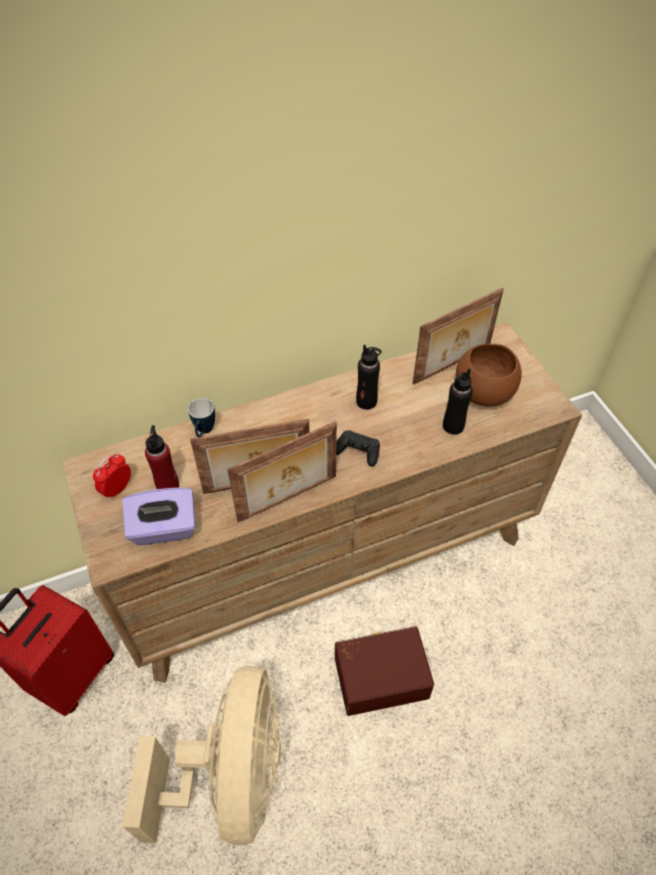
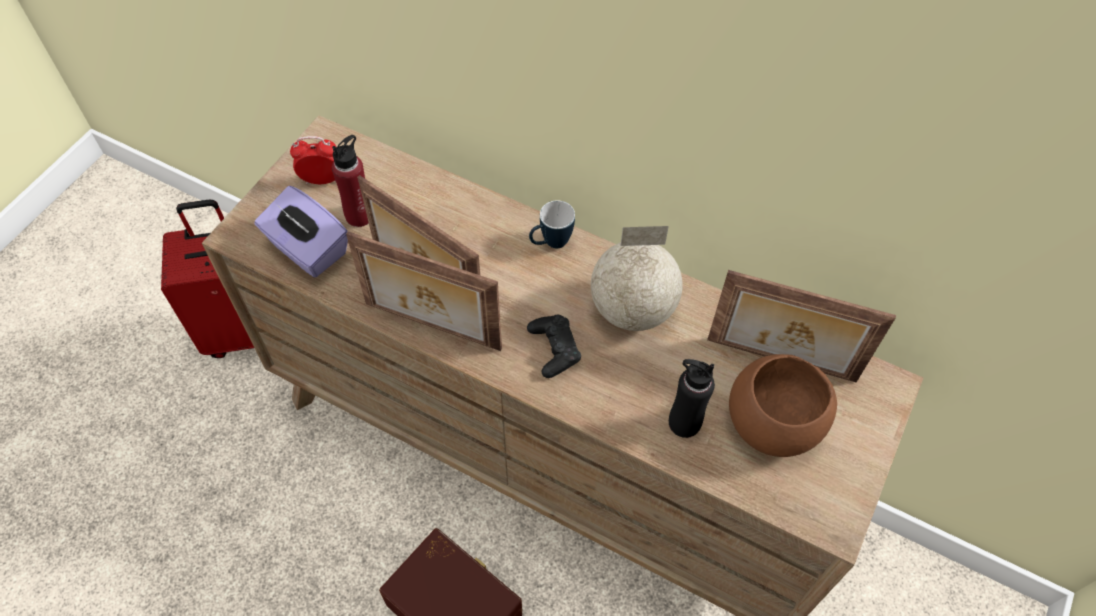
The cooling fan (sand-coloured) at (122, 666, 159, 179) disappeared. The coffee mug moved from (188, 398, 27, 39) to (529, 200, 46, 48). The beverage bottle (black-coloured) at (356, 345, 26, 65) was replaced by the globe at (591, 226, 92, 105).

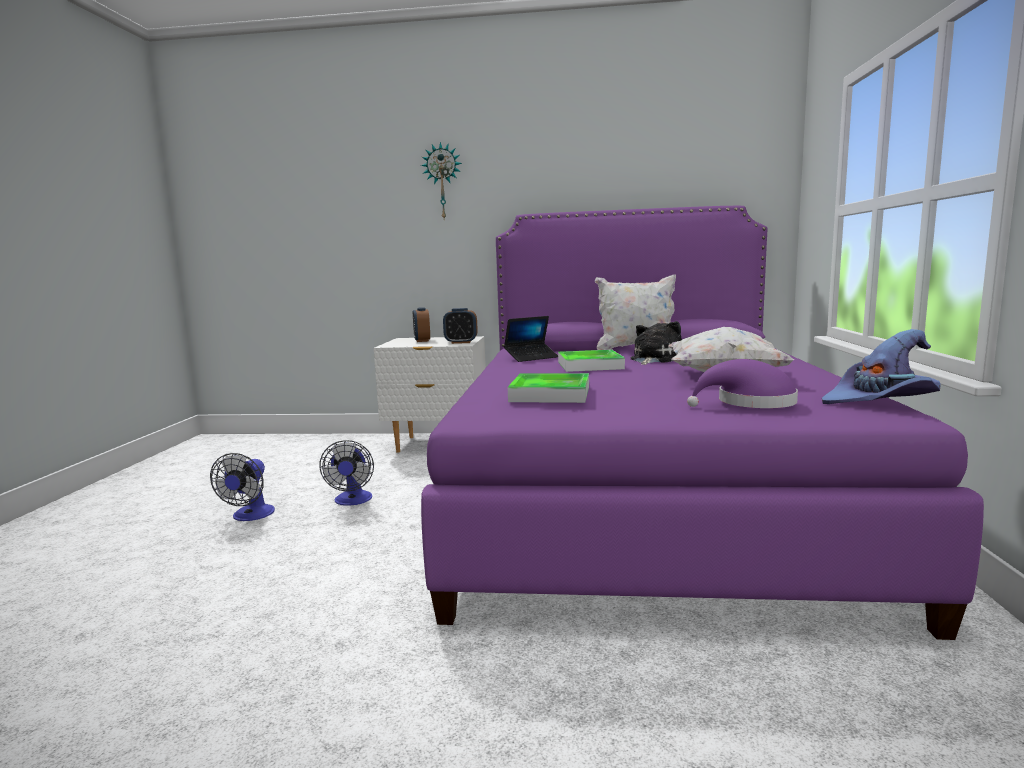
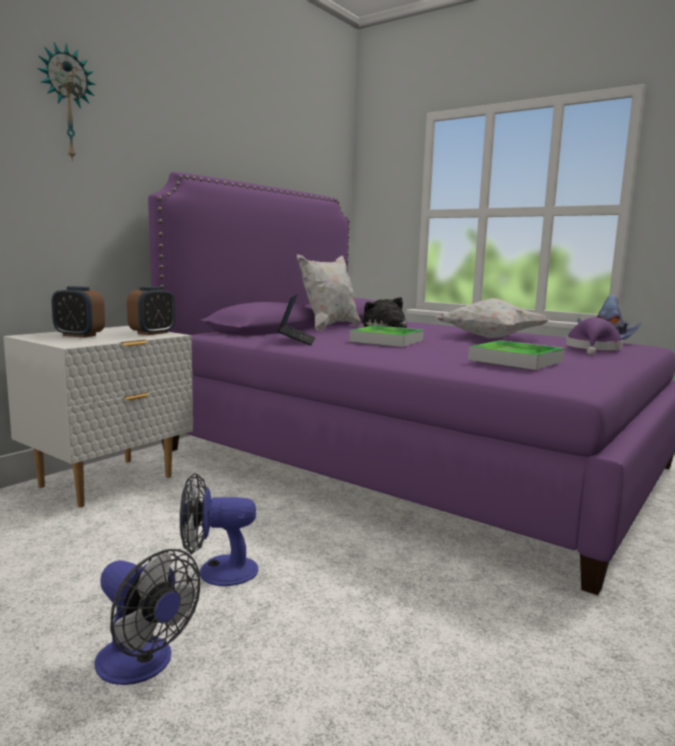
The cooling fan at (320, 440, 54, 66) turned 150 degrees clockwise.

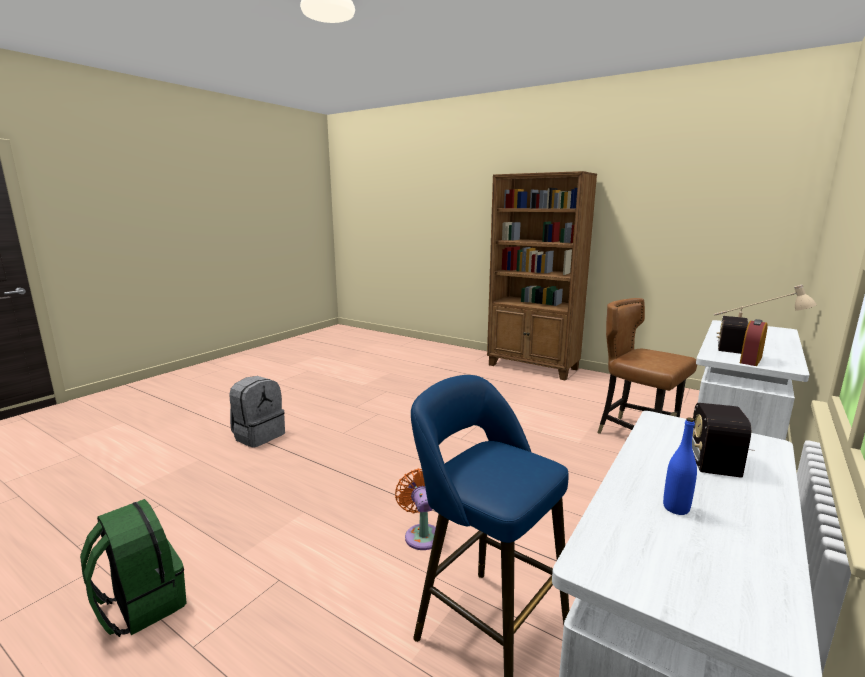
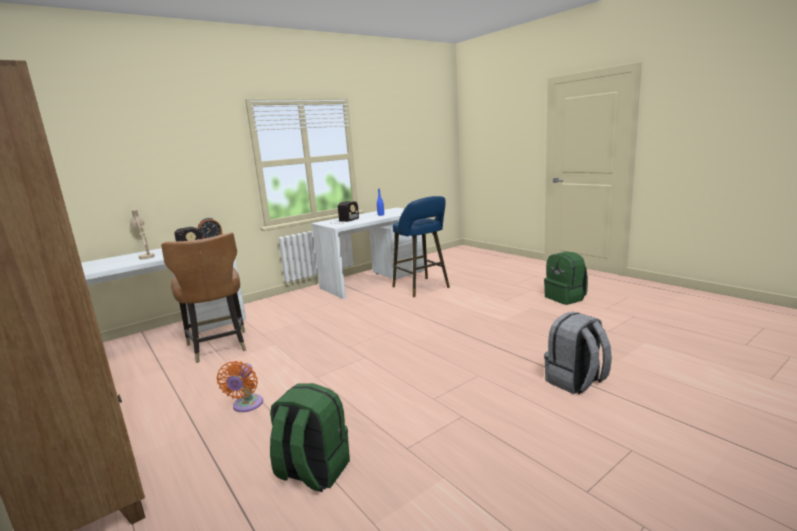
The cooling fan (orange) moved from (395, 468, 41, 82) to (217, 361, 46, 51). The rucksack (green) at (270, 383, 80, 109) appeared.

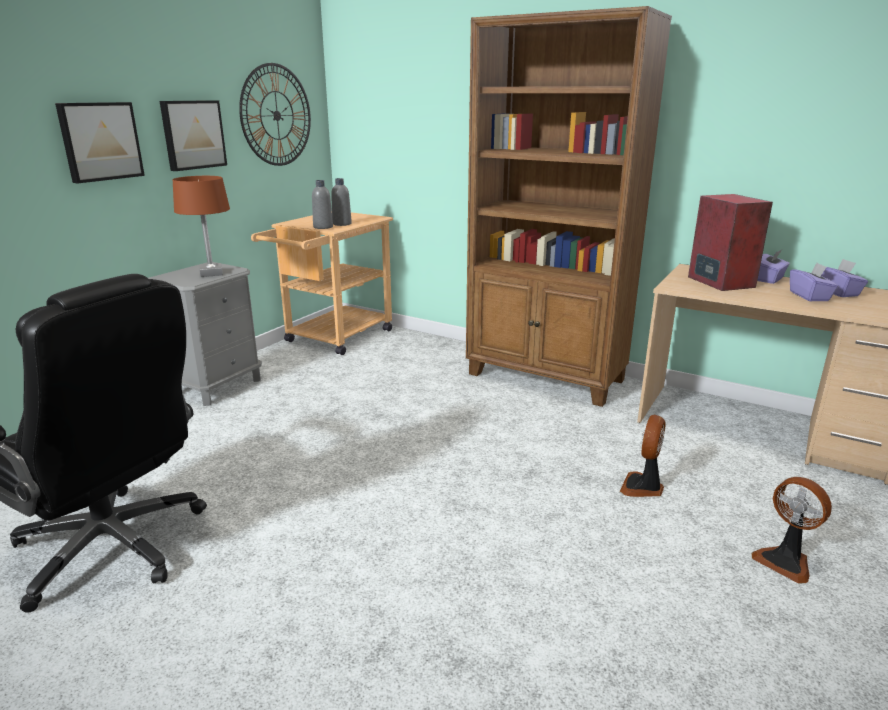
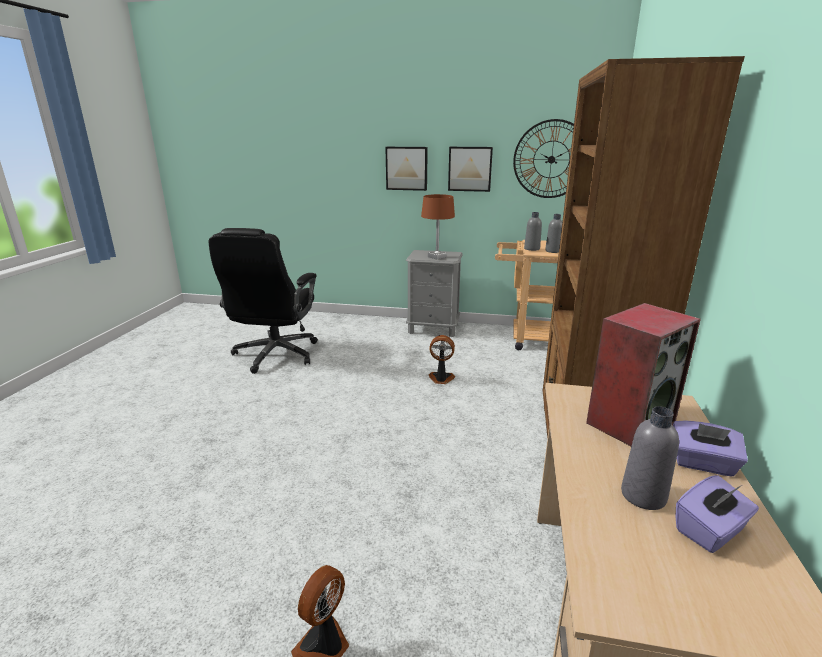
The cooling fan moved from (620, 415, 46, 82) to (429, 335, 26, 49). The tissue box (purplish) at (790, 263, 48, 38) was replaced by the beverage bottle (greyish) at (621, 406, 58, 104).

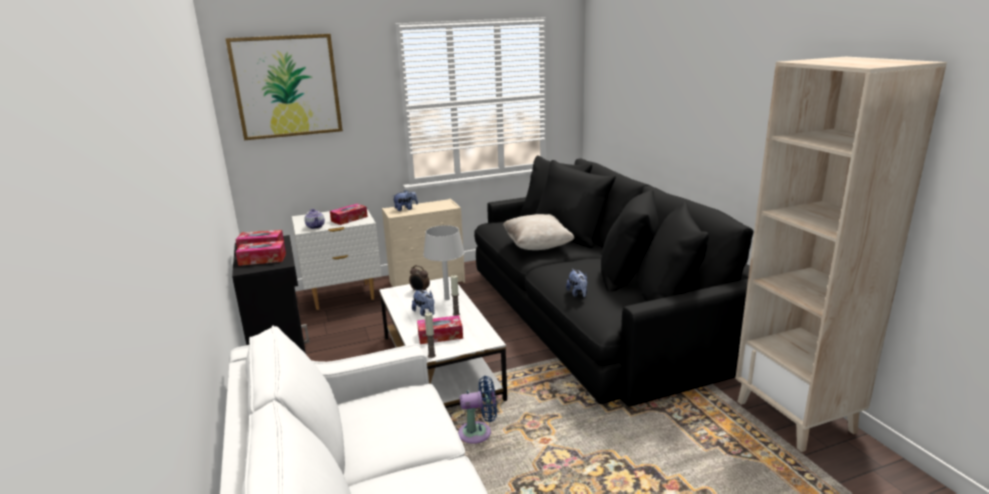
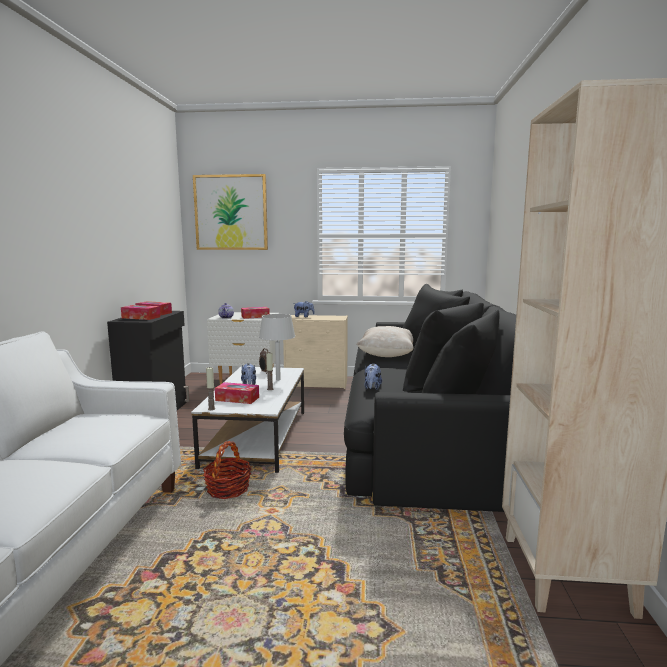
The cooling fan (blue-coloured) at (458, 376, 39, 68) was replaced by the storage basket at (203, 441, 48, 58).

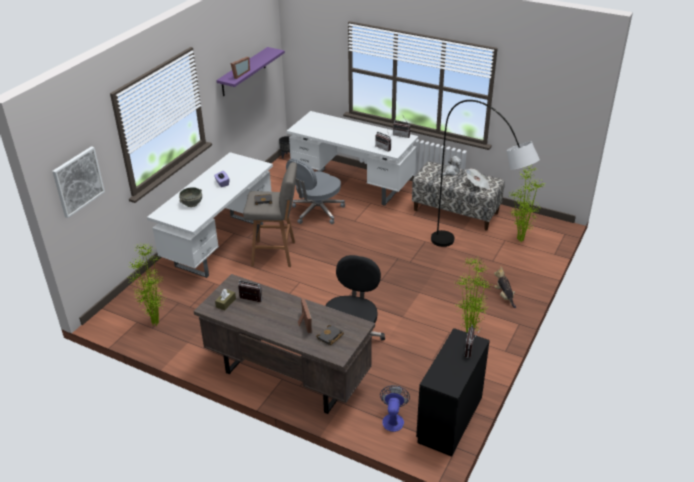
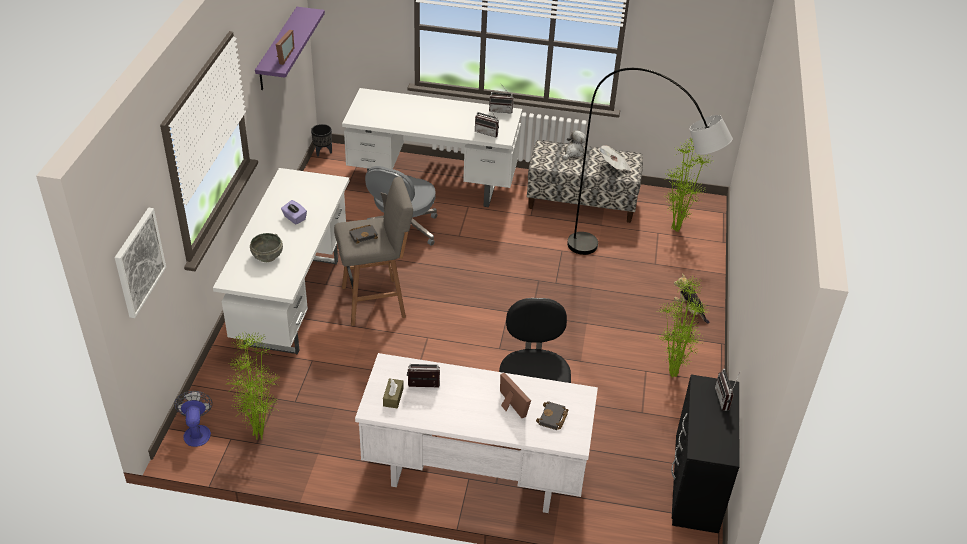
The desk unit (brown-coloured) at (193, 274, 182, 140) became the desk unit (white-coloured) at (355, 353, 243, 160). The cooling fan moved from (380, 385, 30, 47) to (174, 391, 39, 56).

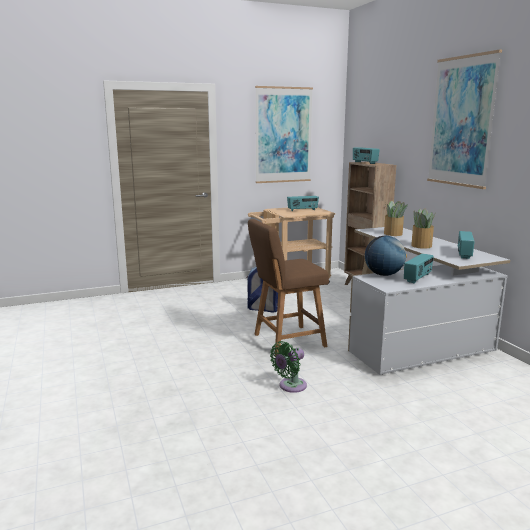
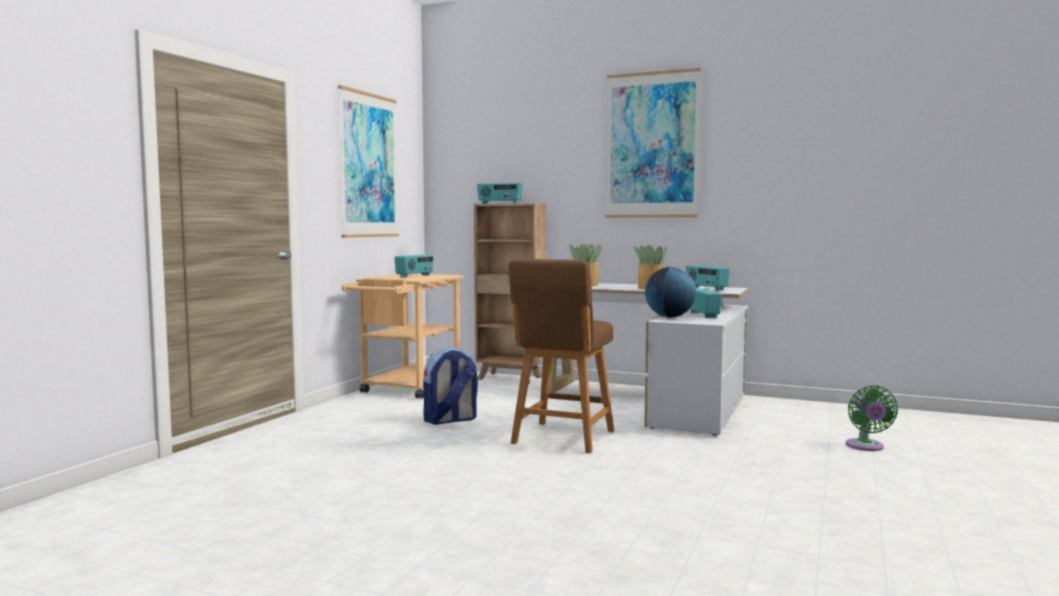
The cooling fan (green) moved from (270, 341, 37, 52) to (846, 385, 52, 66).

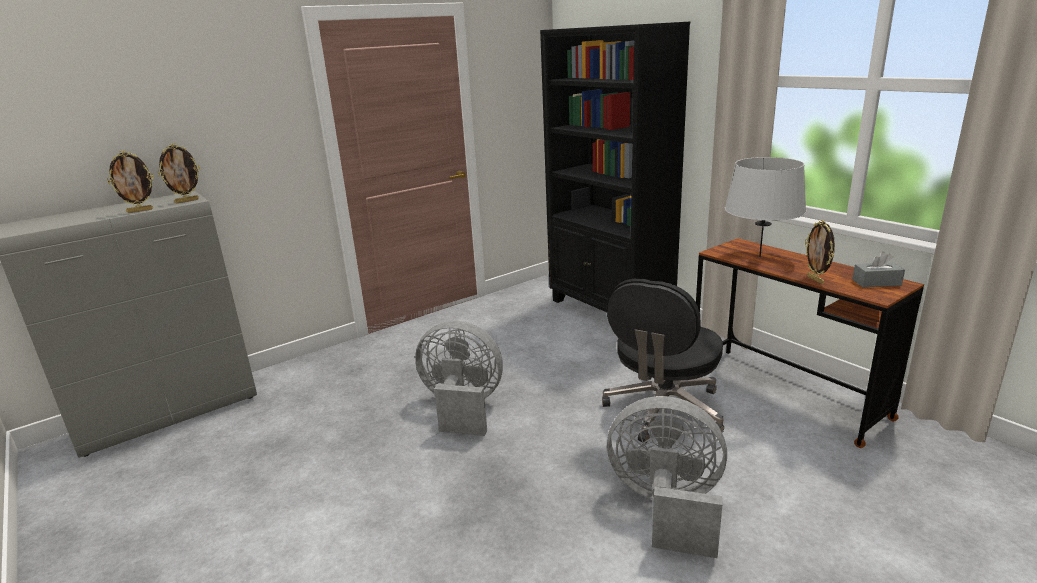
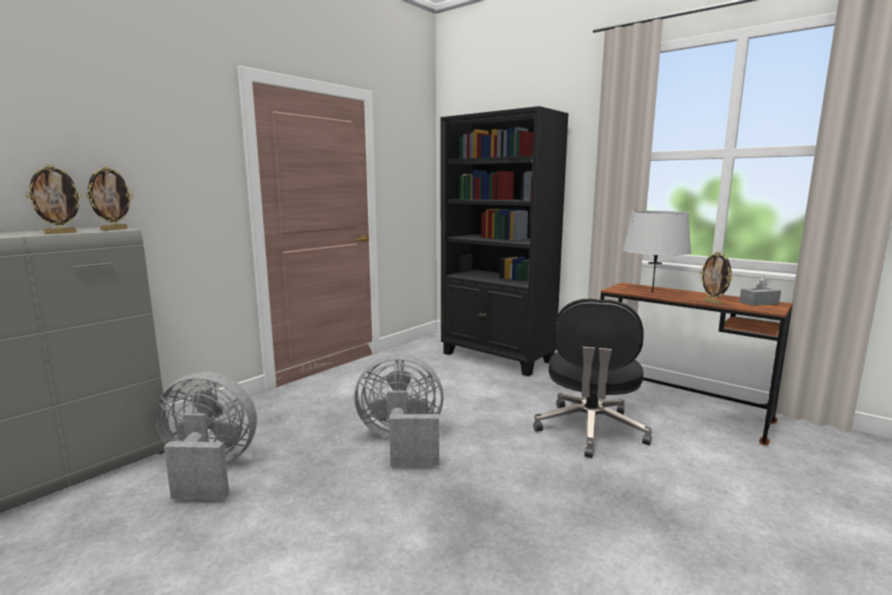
The cooling fan (greyish) moved from (607, 396, 120, 162) to (155, 372, 102, 128).

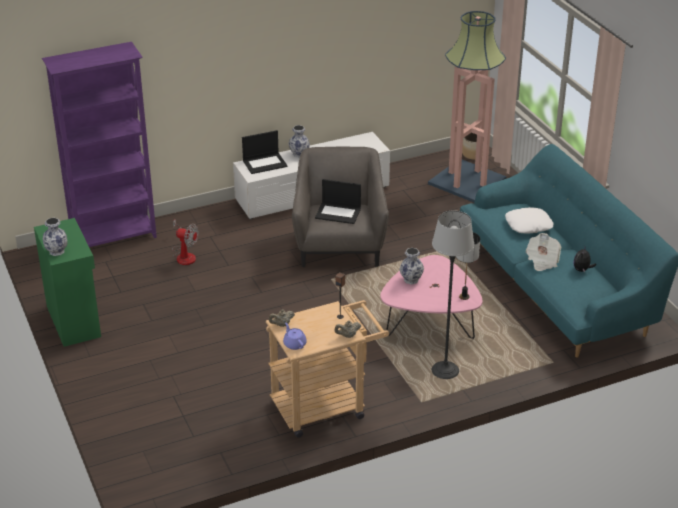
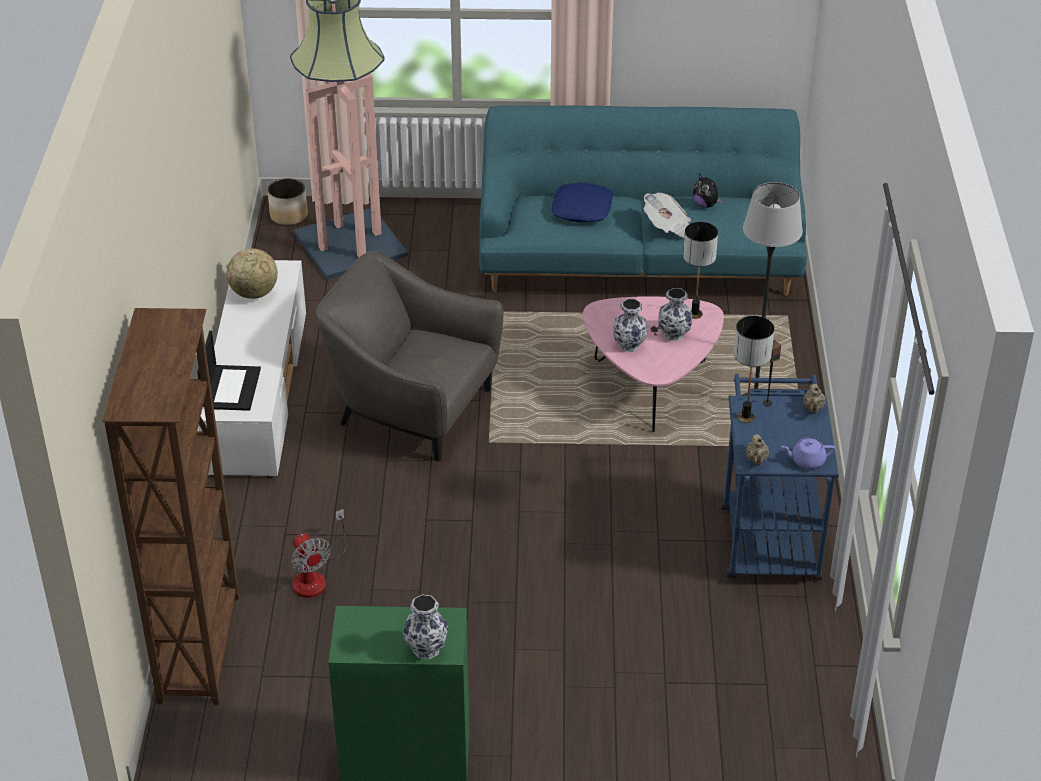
The shelving unit (purplish) at (42, 42, 115, 205) became the shelving unit (brown-coloured) at (102, 308, 138, 397). The cooling fan at (172, 219, 27, 46) turned 105 degrees clockwise. The trolley (sand-coloured) at (266, 300, 123, 138) became the trolley (blue-coloured) at (721, 374, 118, 206). The vase moved from (288, 125, 22, 33) to (658, 288, 34, 53). The laptop at (315, 179, 46, 45) disappeared. The cushion (white-coloured) at (505, 207, 48, 27) became the cushion (blue-coloured) at (552, 183, 61, 40). The globe at (227, 248, 51, 51) appeared. The tabletop lamp at (734, 316, 40, 107) appeared.

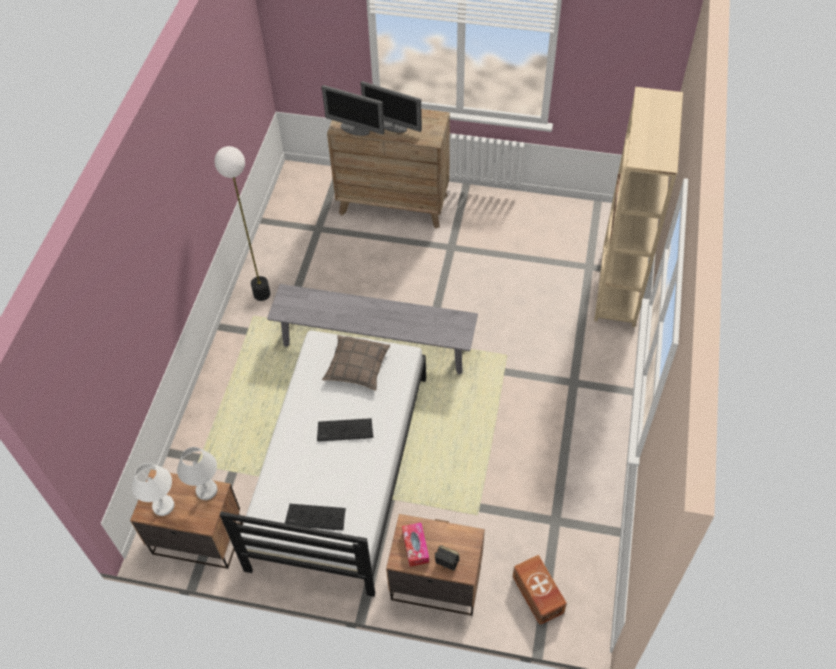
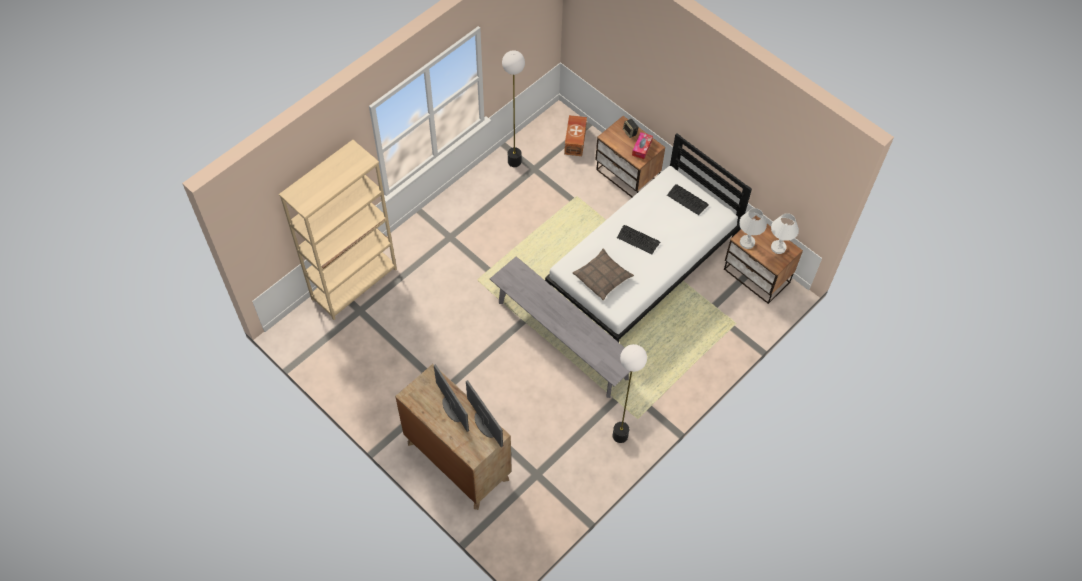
The standing lamp at (502, 50, 23, 117) appeared.

